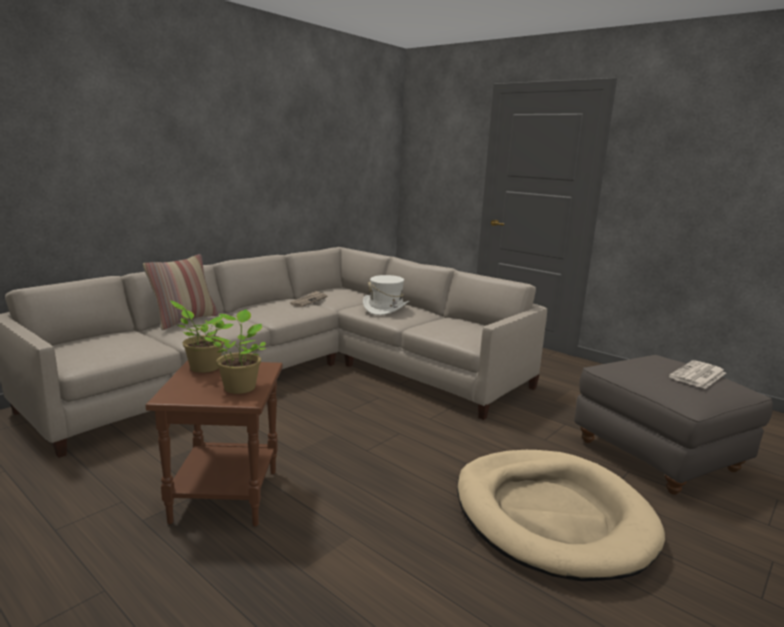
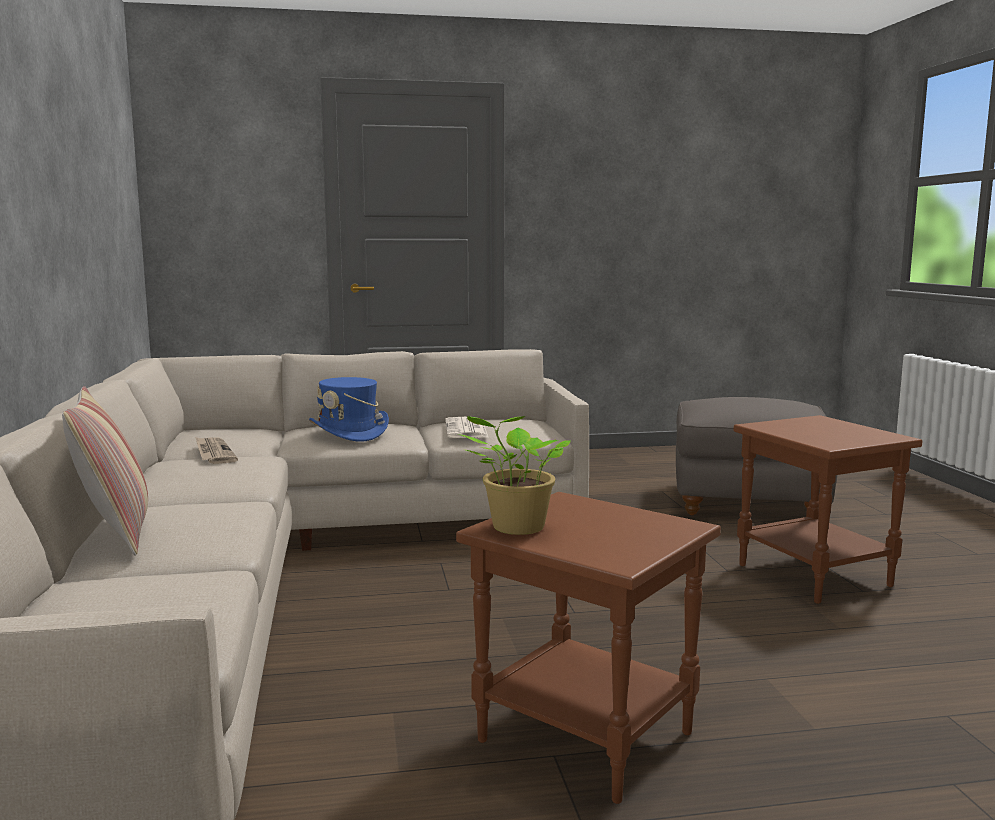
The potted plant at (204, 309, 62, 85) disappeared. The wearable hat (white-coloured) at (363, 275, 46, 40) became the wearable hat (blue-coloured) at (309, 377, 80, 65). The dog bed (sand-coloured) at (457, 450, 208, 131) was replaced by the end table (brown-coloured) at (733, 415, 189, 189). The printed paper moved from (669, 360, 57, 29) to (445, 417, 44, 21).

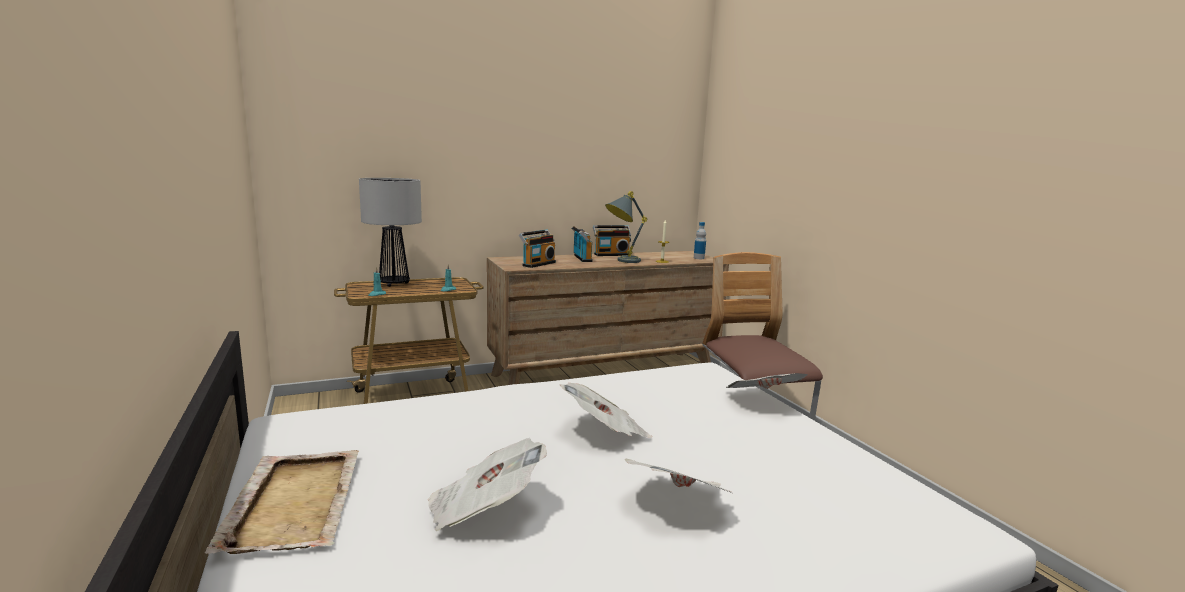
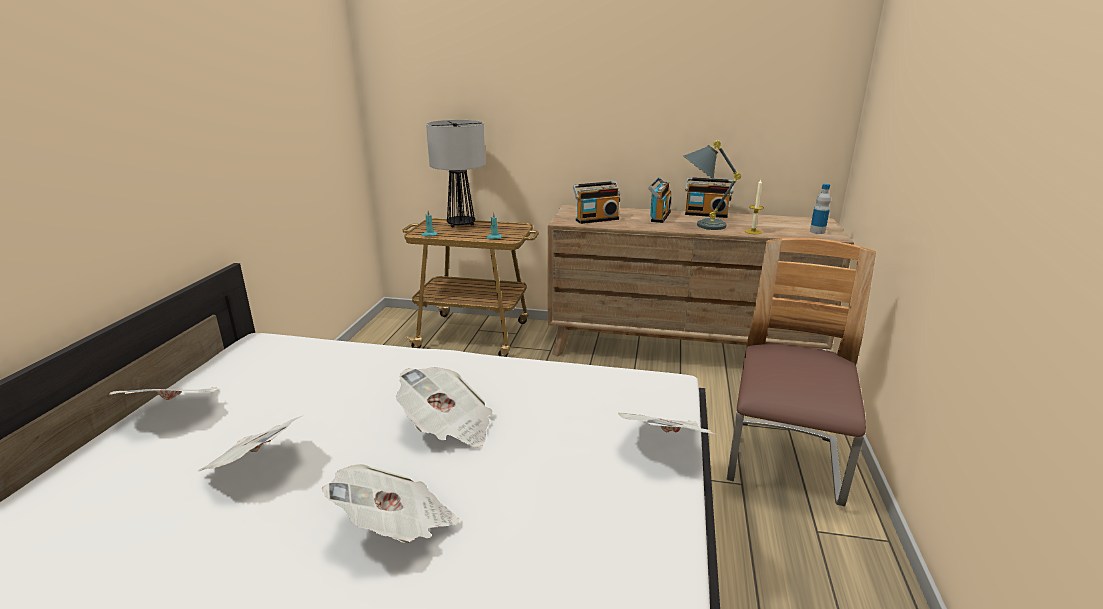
The carrying tray (sand-coloured) at (205, 450, 154, 104) was replaced by the printed paper at (109, 387, 109, 13).

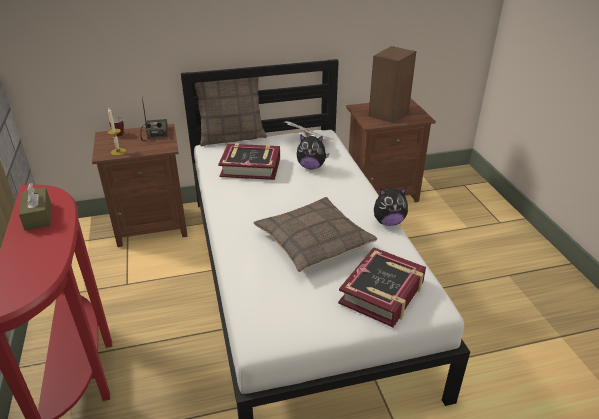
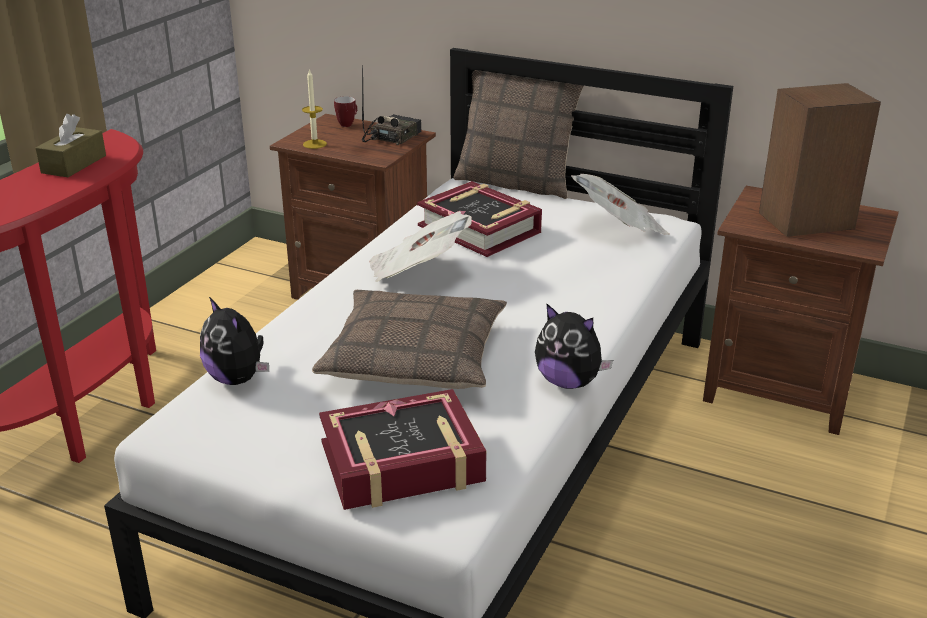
The soft toy moved from (297, 134, 32, 35) to (200, 297, 69, 88). The printed paper at (369, 211, 103, 71) appeared.

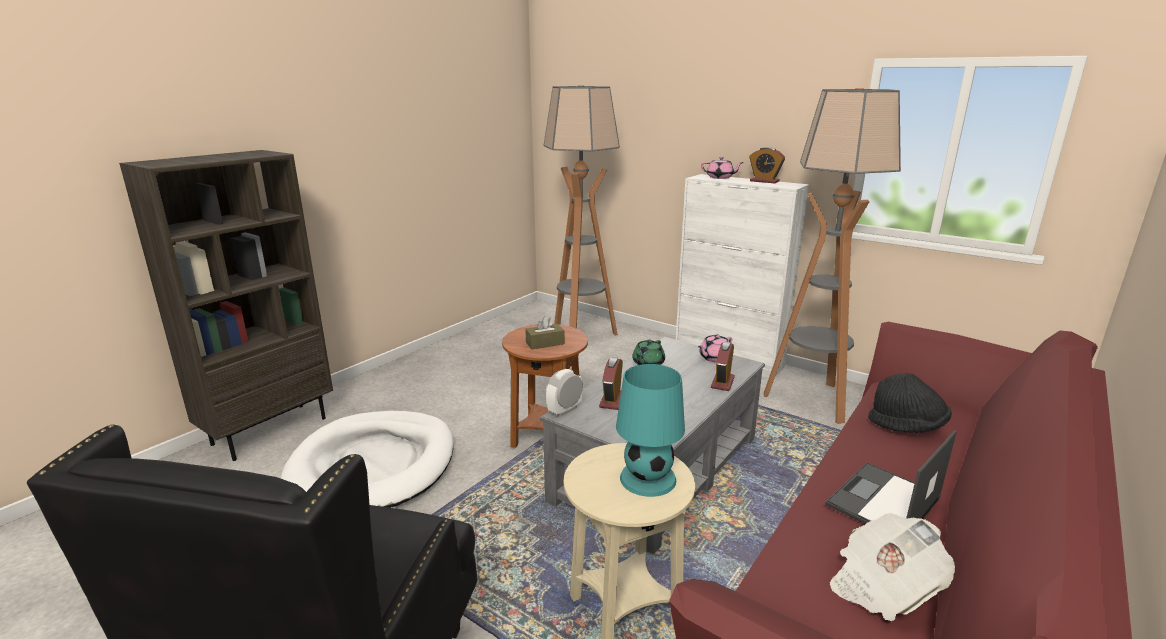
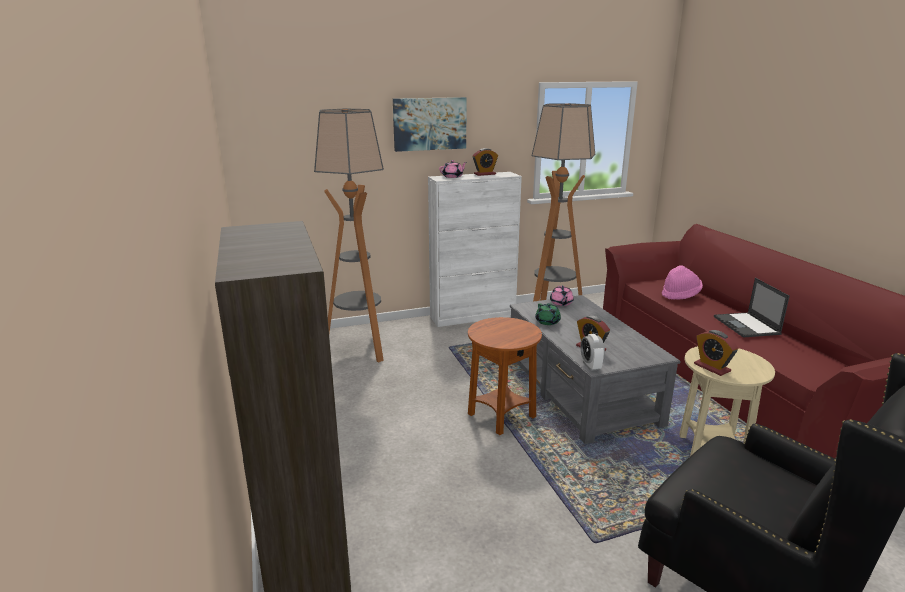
The dog bed (white-coloured) at (281, 411, 173, 97) disappeared. The tissue box (brown-coloured) at (525, 316, 40, 33) disappeared. The tabletop lamp (turquoise-coloured) at (616, 364, 69, 133) disappeared. The alarm clock moved from (711, 341, 24, 50) to (694, 330, 44, 46). The printed paper at (830, 513, 125, 108) disappeared. The wearable hat (black-coloured) at (868, 373, 84, 60) became the wearable hat (pink) at (662, 265, 41, 35). The picture at (393, 97, 74, 55) appeared.

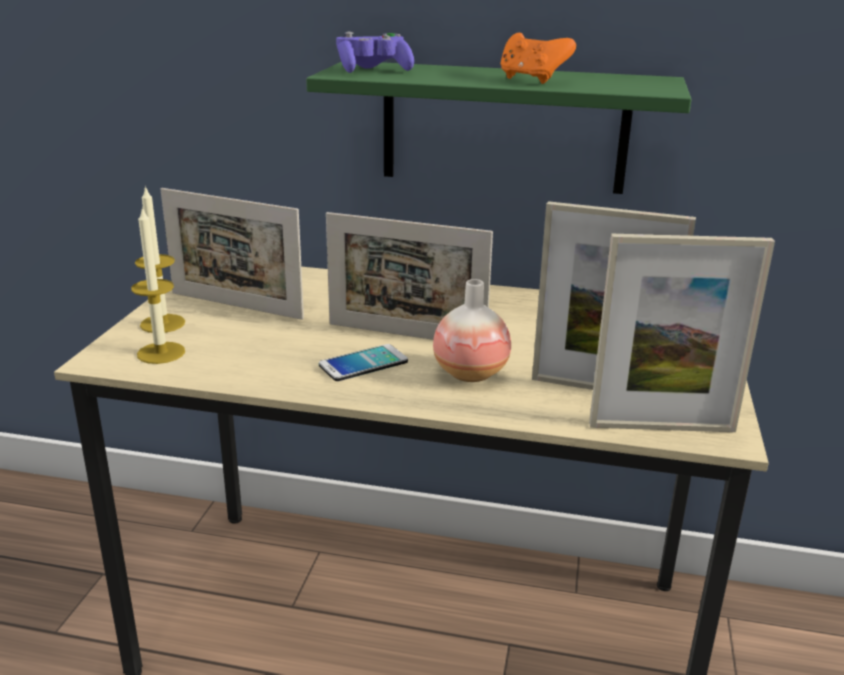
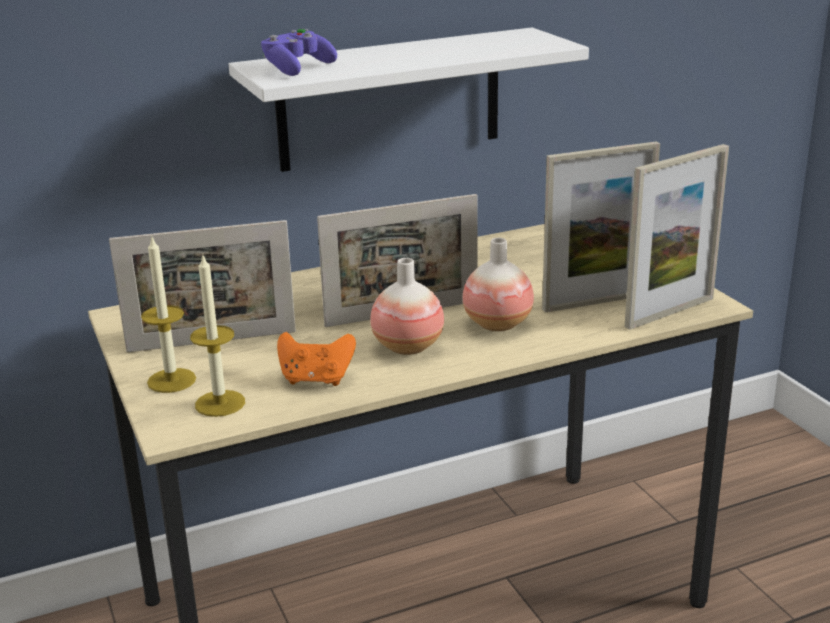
The wall shelf (green) at (306, 62, 385, 132) became the wall shelf (white-coloured) at (229, 28, 360, 144). The handset at (319, 344, 89, 37) was replaced by the vase at (370, 258, 74, 97). The joypad (orange) moved from (500, 33, 76, 51) to (277, 332, 79, 54).

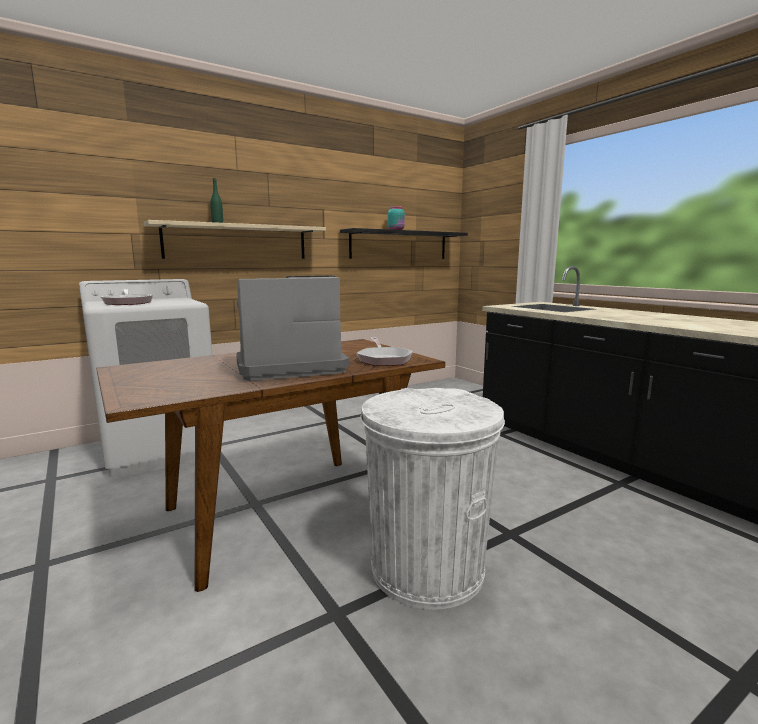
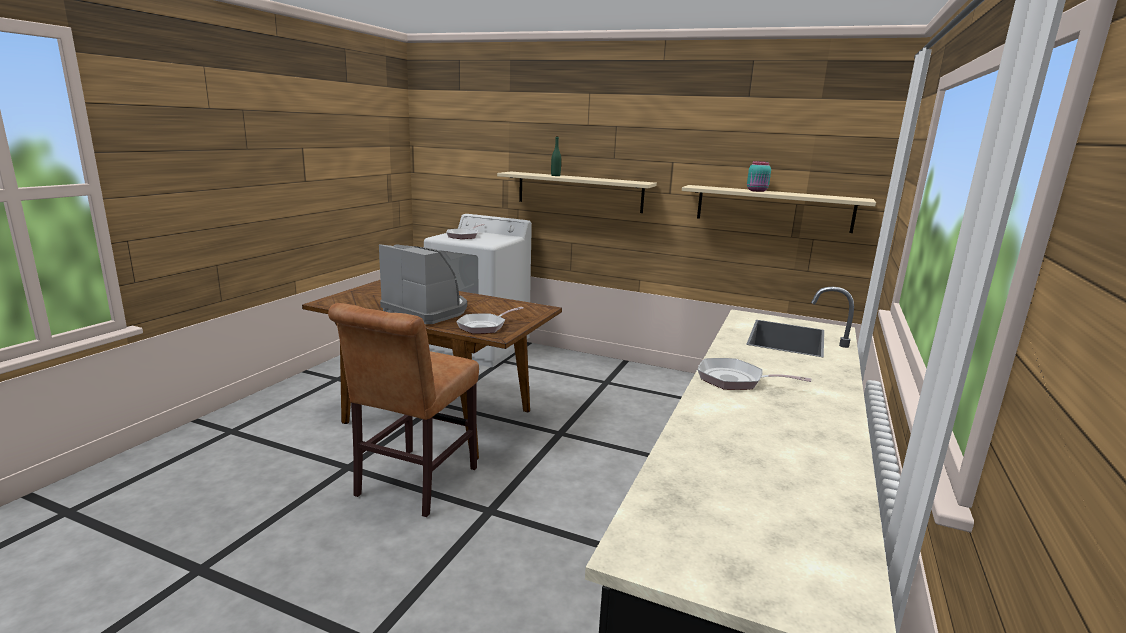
The wall shelf (black-coloured) at (340, 228, 128, 31) became the wall shelf (sand-coloured) at (682, 185, 194, 48). The waste bin (white-coloured) at (361, 388, 144, 222) was replaced by the upright chair (brown-coloured) at (328, 303, 151, 214). The pan at (698, 358, 113, 32) appeared.

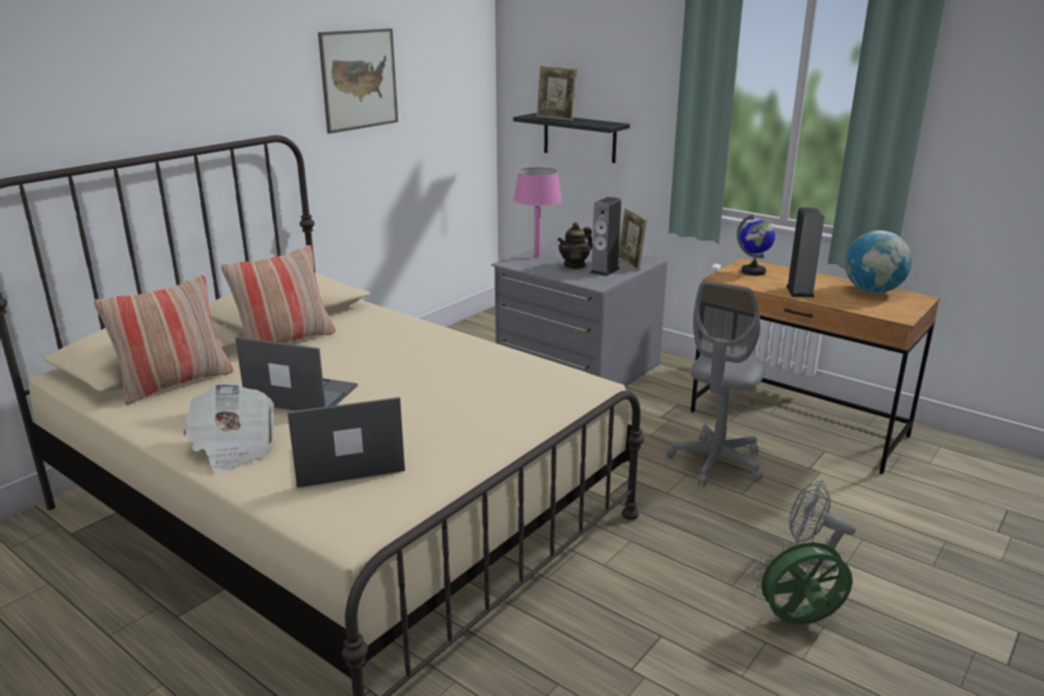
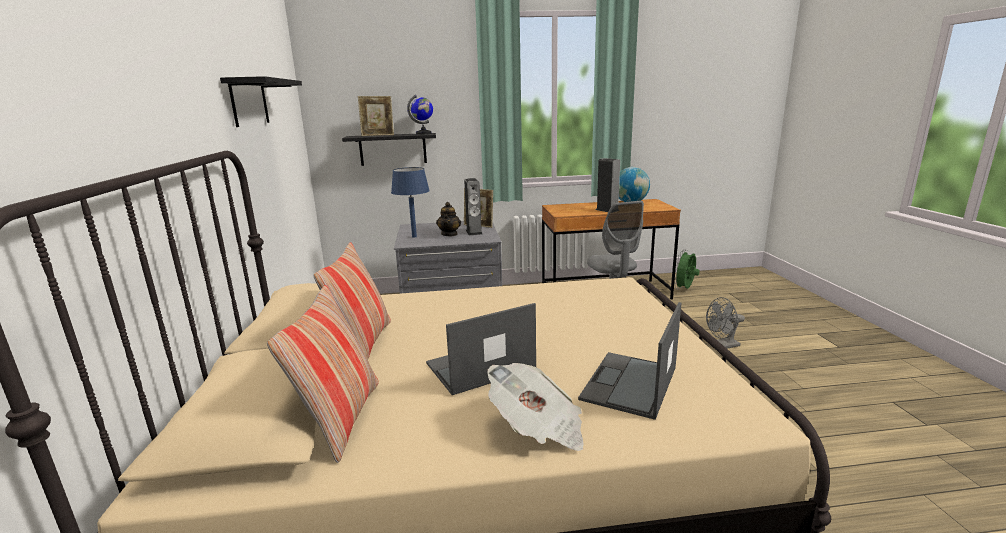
The picture at (318, 28, 80, 106) was replaced by the wall shelf (black-coloured) at (220, 76, 82, 51). The tabletop lamp (pink) at (514, 167, 48, 91) became the tabletop lamp (blue-coloured) at (391, 167, 39, 71). The globe moved from (737, 214, 38, 62) to (407, 94, 26, 41). The cooling fan (green) moved from (754, 535, 99, 90) to (674, 250, 26, 39).

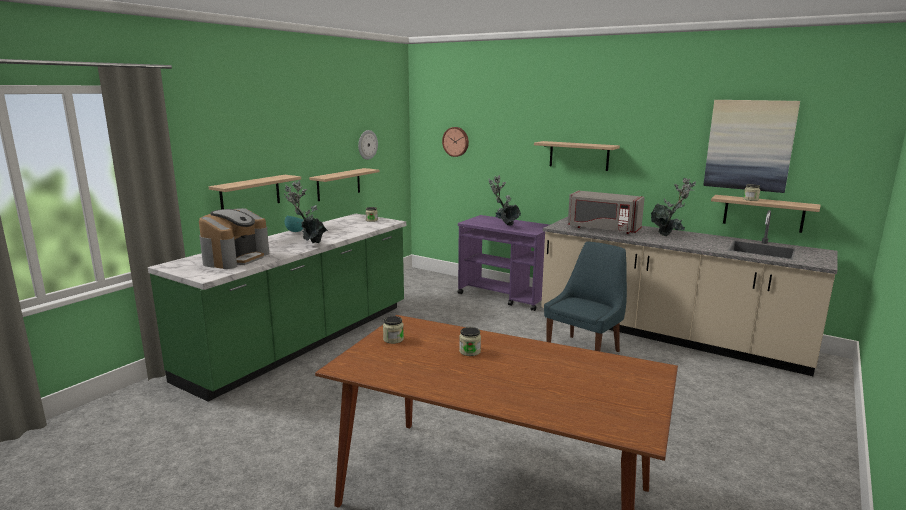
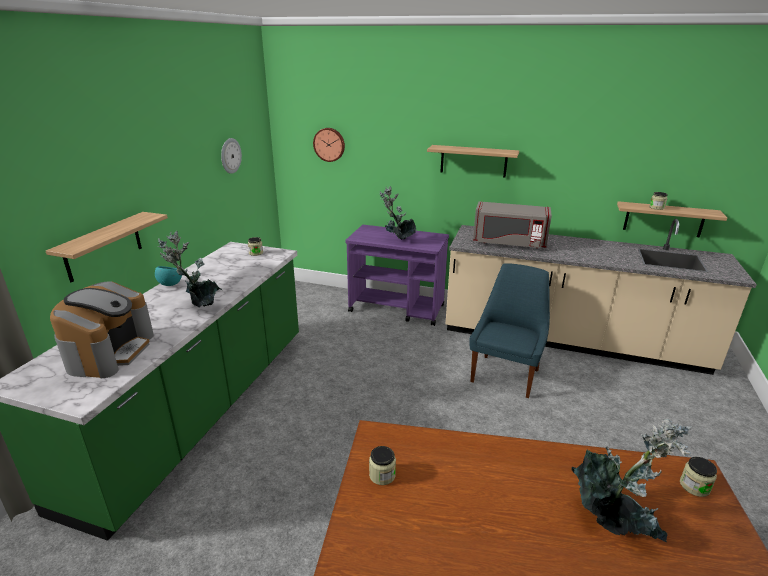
The wall shelf at (309, 168, 70, 33) disappeared. The preserve jar moved from (459, 327, 22, 29) to (680, 457, 37, 40). The potted plant moved from (651, 178, 45, 58) to (572, 419, 120, 123). The picture at (703, 100, 97, 93) disappeared.

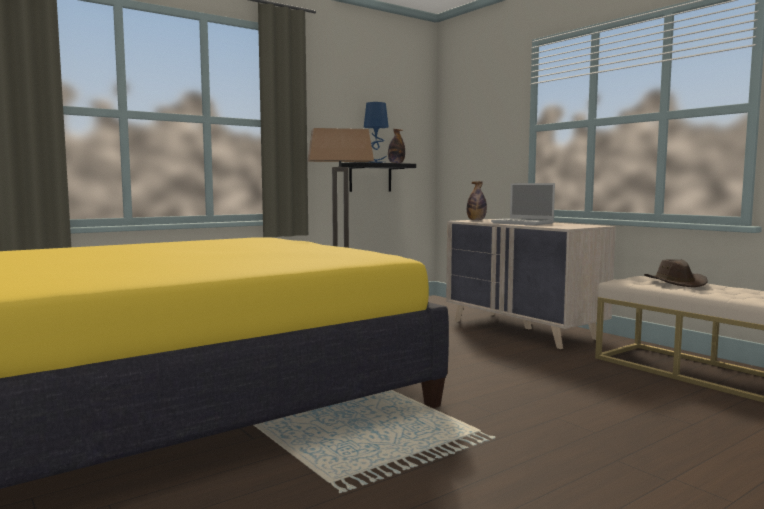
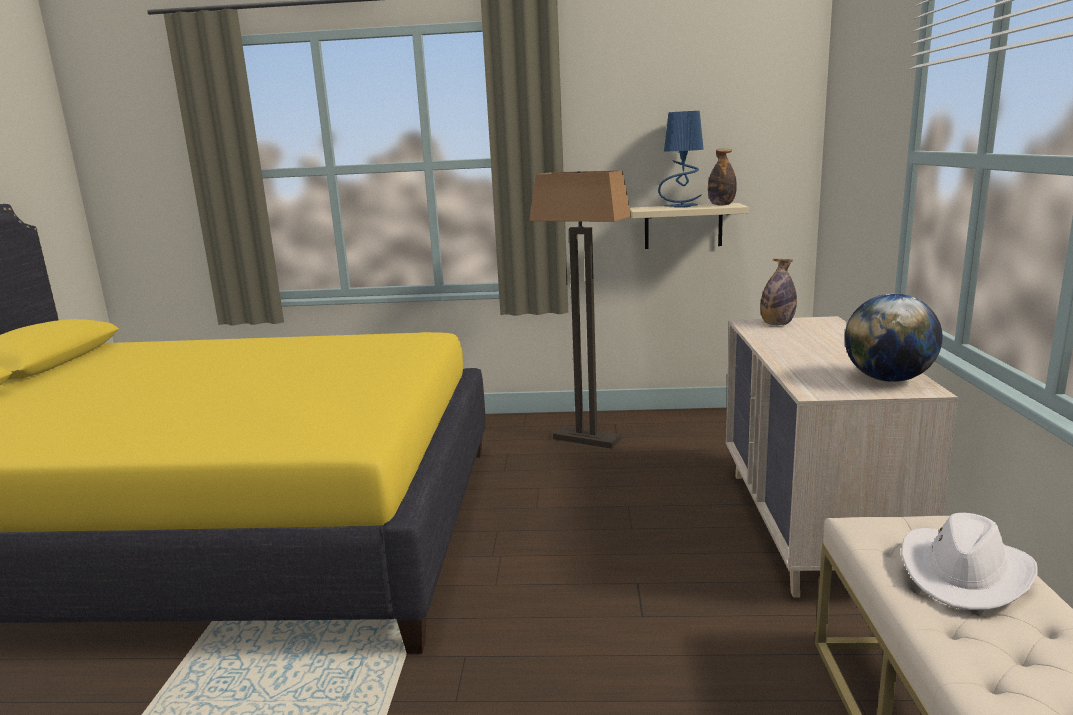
The wall shelf (black-coloured) at (341, 162, 75, 30) became the wall shelf (sand-coloured) at (630, 203, 119, 46). The laptop at (491, 183, 64, 42) disappeared. The wearable hat (brown-coloured) at (644, 260, 63, 27) became the wearable hat (white-coloured) at (901, 513, 137, 97). The globe at (845, 293, 98, 89) appeared.

